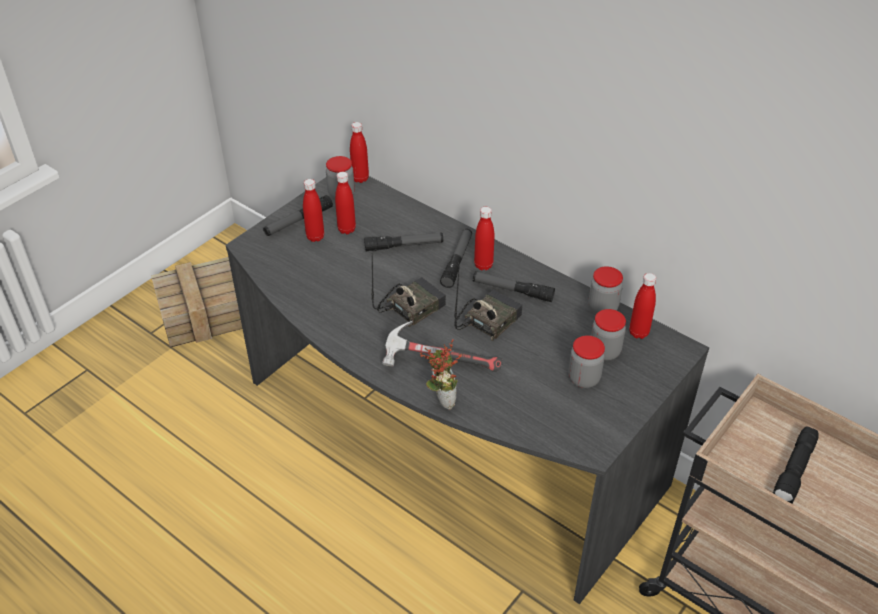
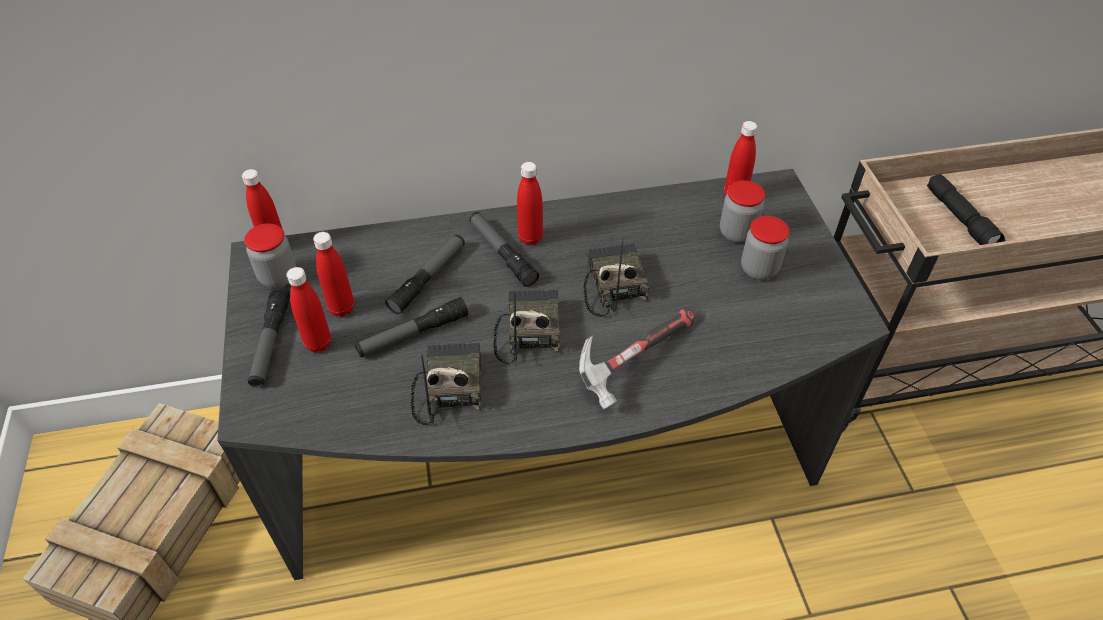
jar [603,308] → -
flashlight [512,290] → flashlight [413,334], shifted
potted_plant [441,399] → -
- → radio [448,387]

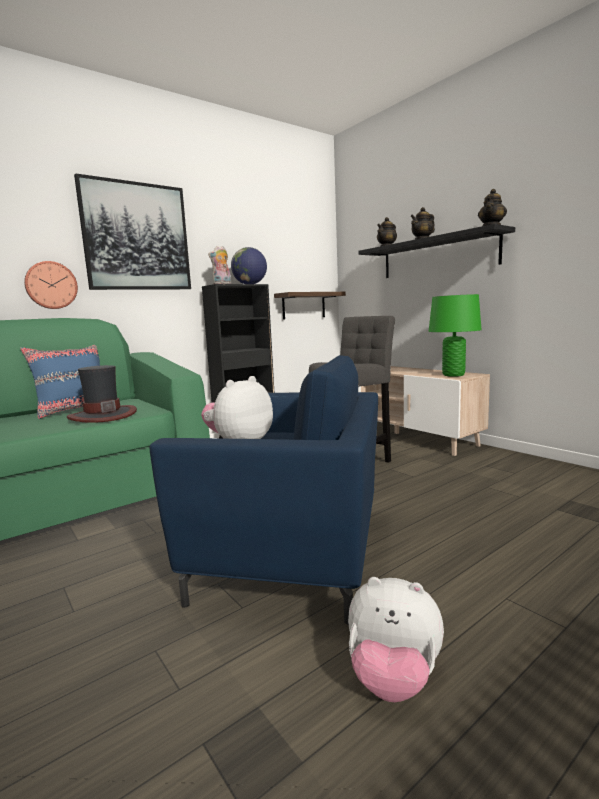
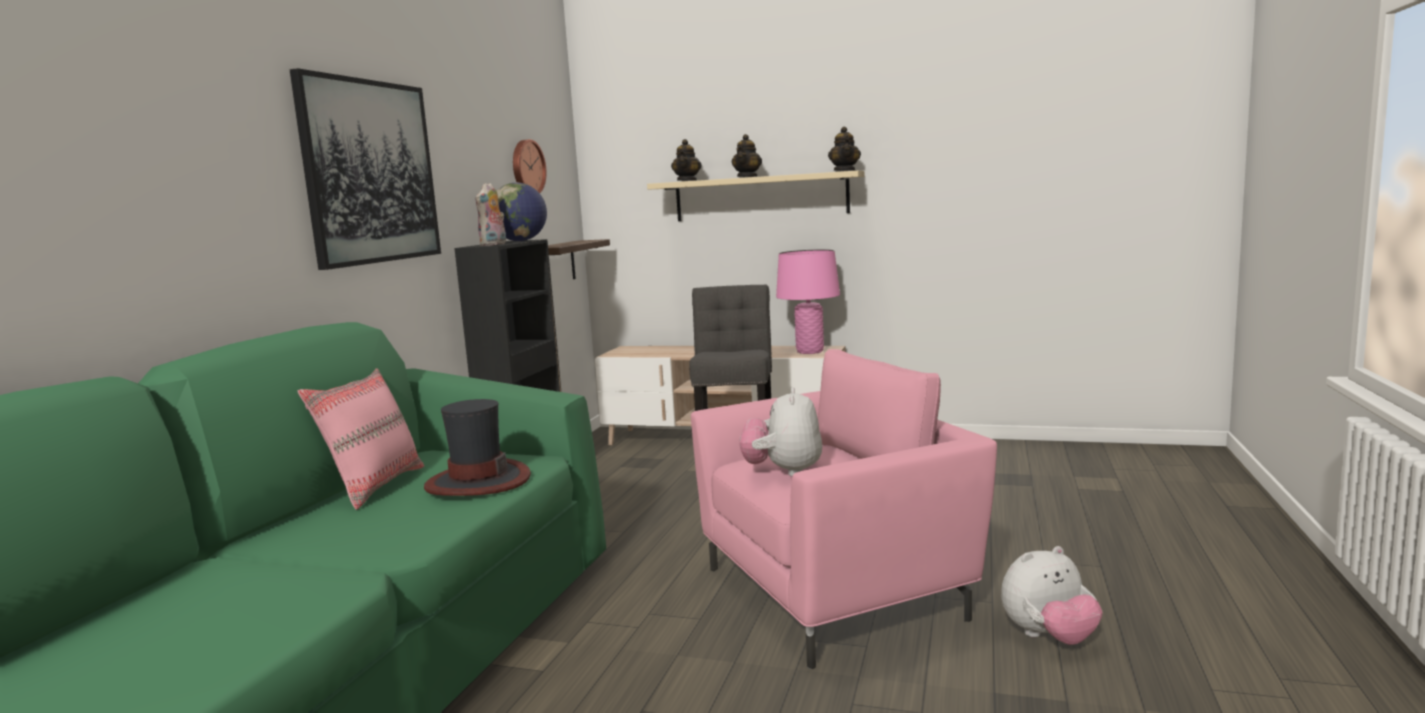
black_shelf [437,256] → beige_shelf [760,197]
wall_clock [51,285] → wall_clock [527,167], shifted
green_table_lamp [453,375] → pink_table_lamp [810,351]
blue_pillow [74,410] → pink_pillow [374,486]
blue_armchair [294,556] → pink_armchair [836,592]

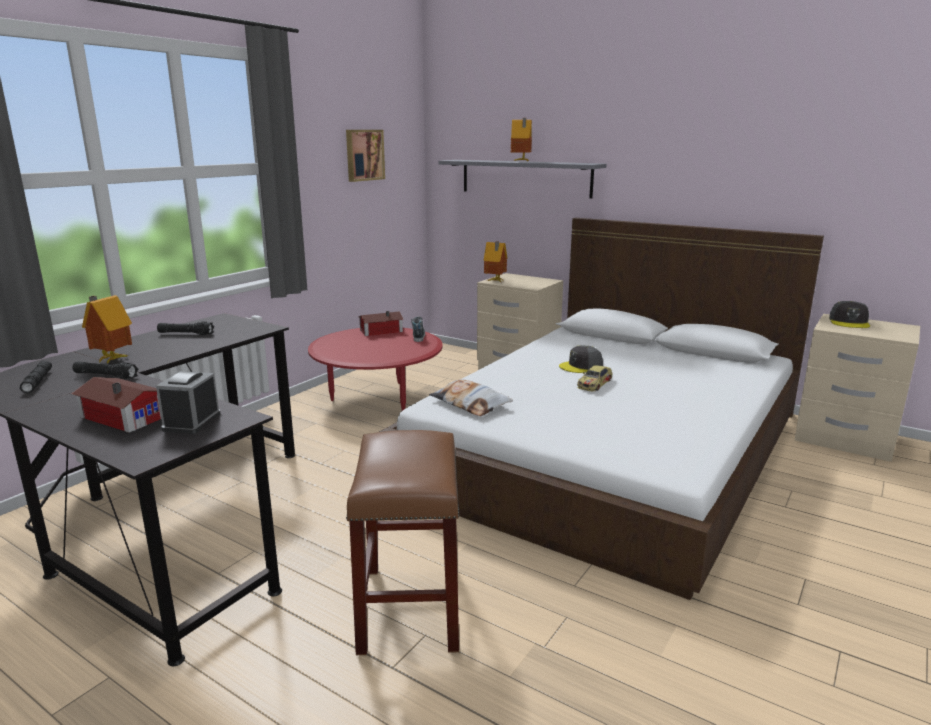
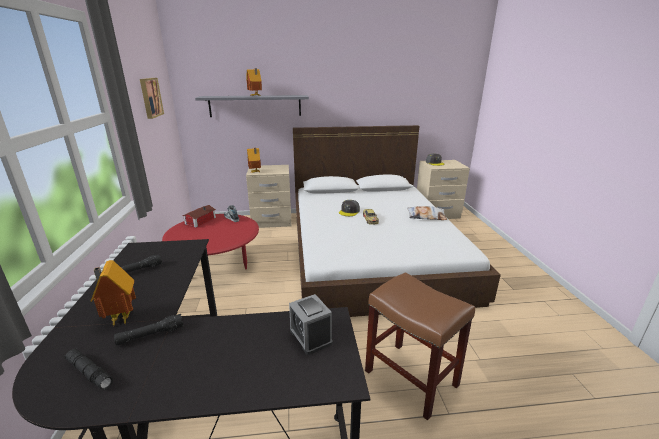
toy_house [124,416] → -
pillow [470,403] → pillow [426,216], shifted

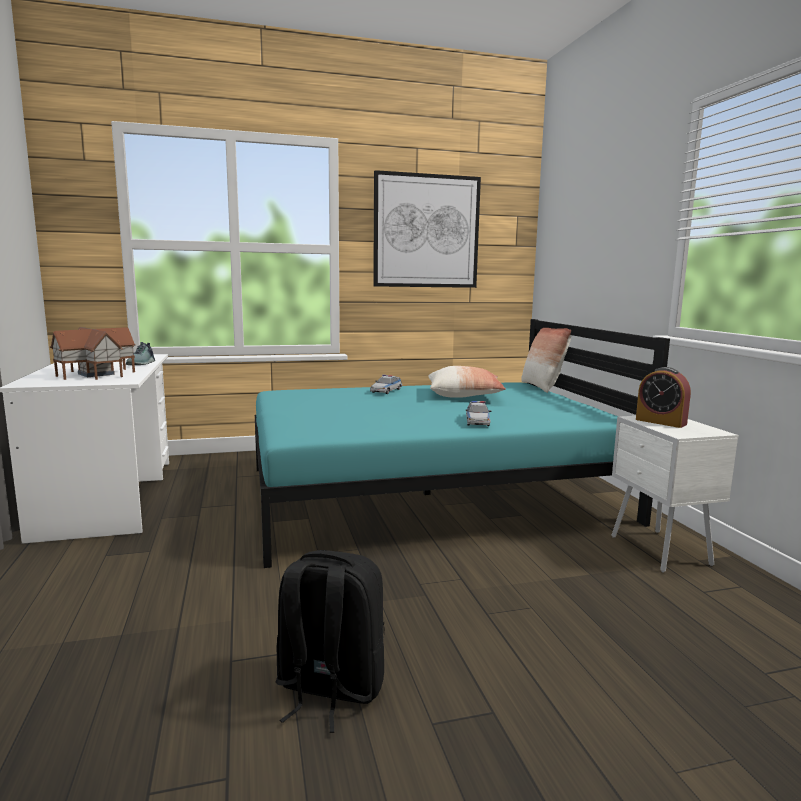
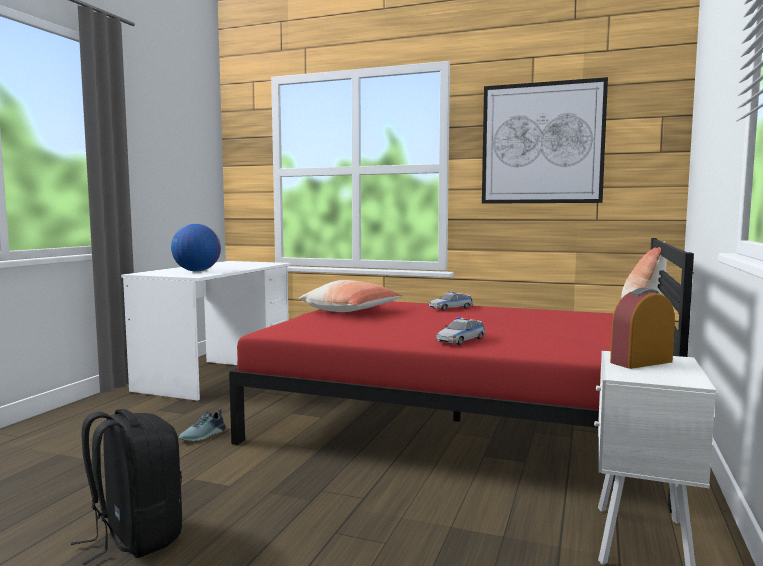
turquoise_bed [429,494] → red_bed [460,421]
toy_house [95,374] → globe [196,271]
shoe [142,363] → shoe [204,436], shifted
pillow [464,396] → pillow [351,311], shifted
alarm_clock [660,422] → alarm_clock [641,362], 75 degrees clockwise

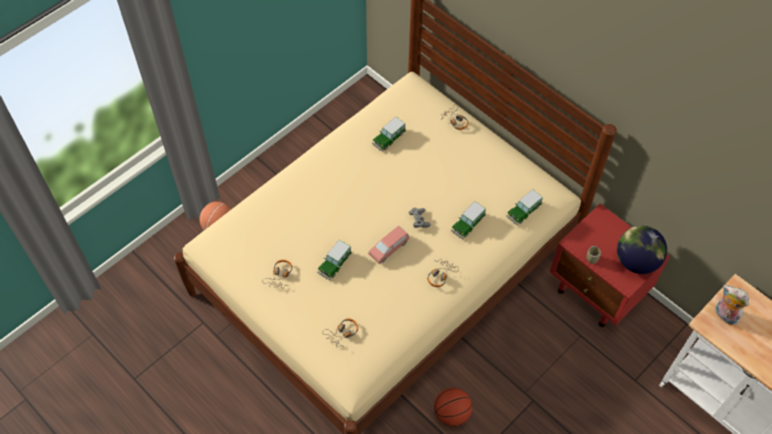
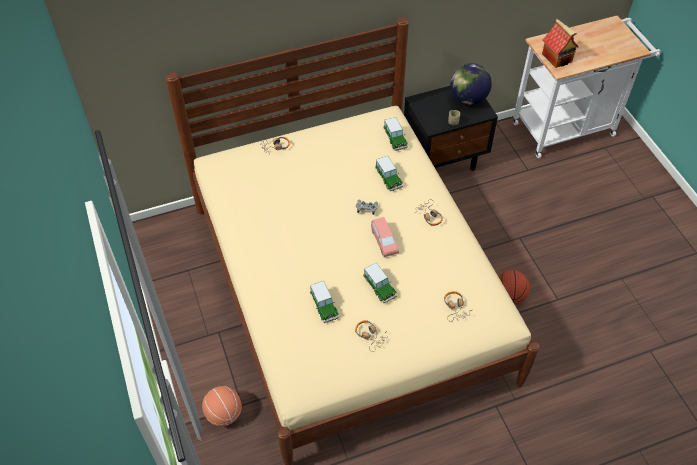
toy_car [388,138] → toy_car [324,306], shifted
red_nightstand [597,292] → black_nightstand [444,159]
plush_toy [724,315] → toy_house [557,58]

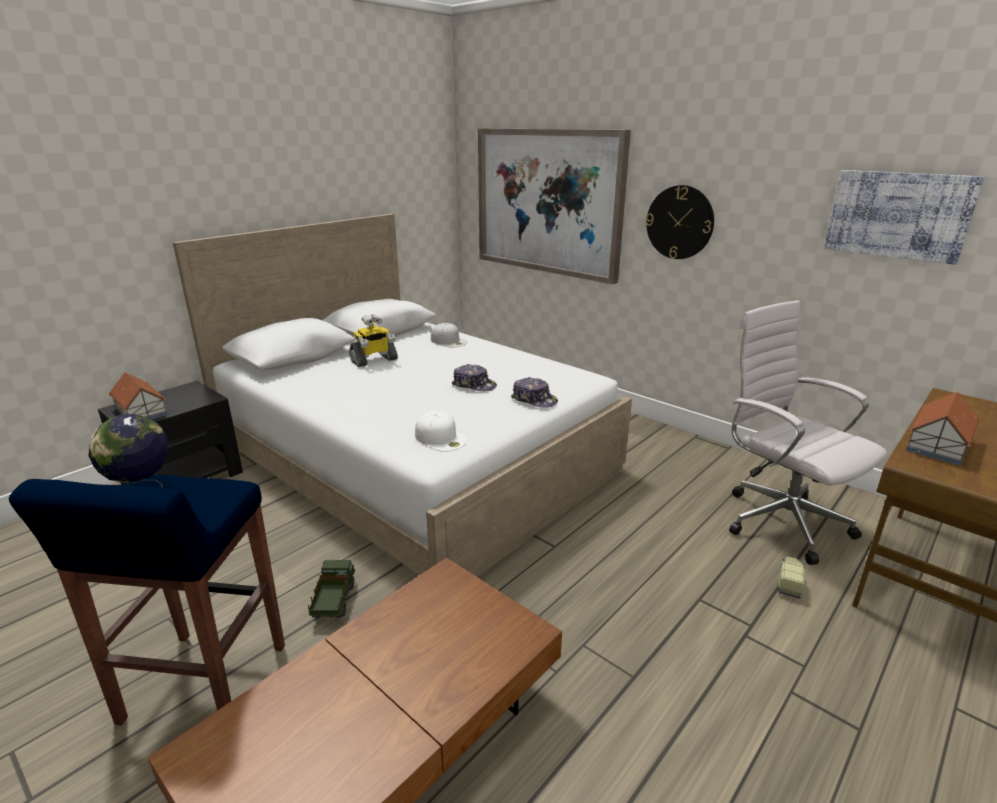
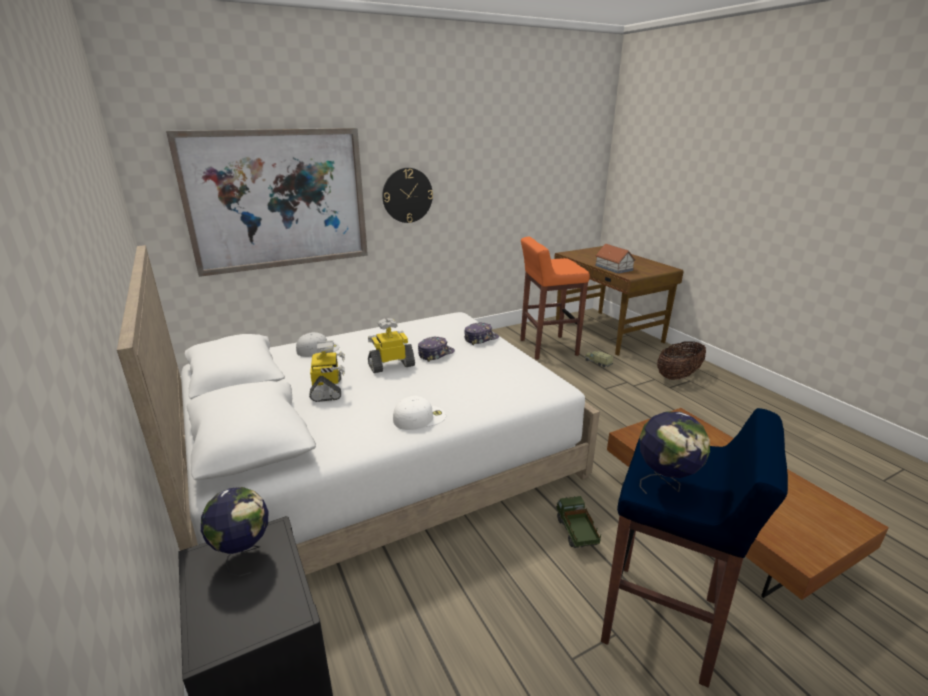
picture [898,215] → -
white_office_chair [780,520] → orange_stool [547,347]
toy_house [141,411] → -
white_cap [441,438] → white_cap [419,417], shifted
toy_truck [334,602] → toy_truck [575,533], 60 degrees clockwise
- → toy_robot [391,365]
- → basket [678,376]
- → globe [244,555]

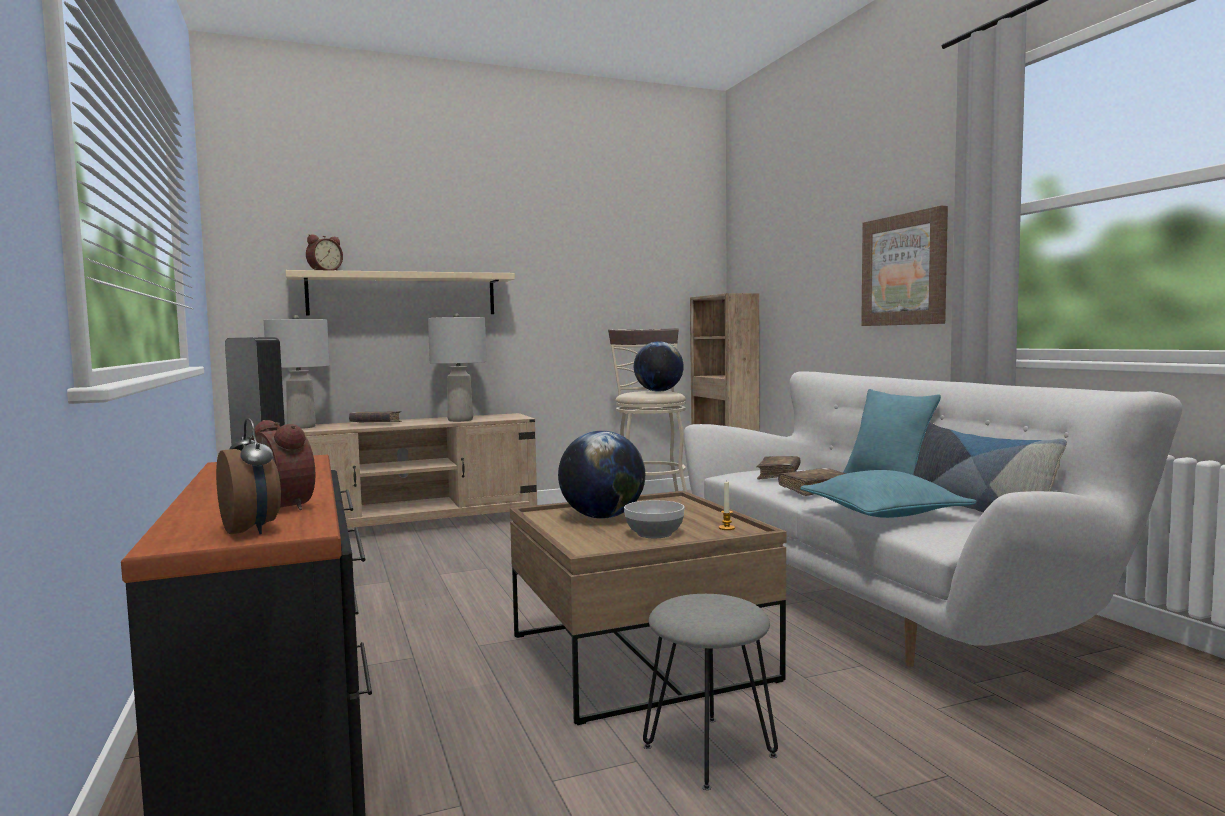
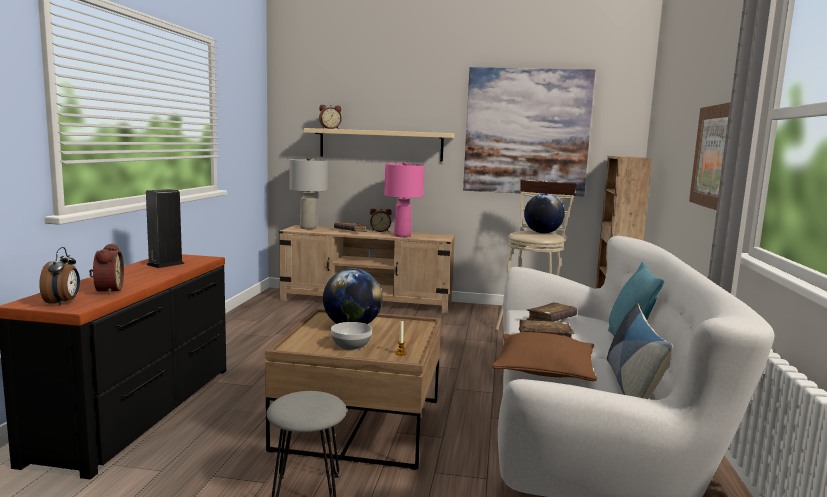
grey_table_lamp [460,420] → pink_table_lamp [402,236]
turquoise_pillow [883,513] → brown_pillow [544,370]
- → picture [526,132]
- → alarm_clock [380,231]

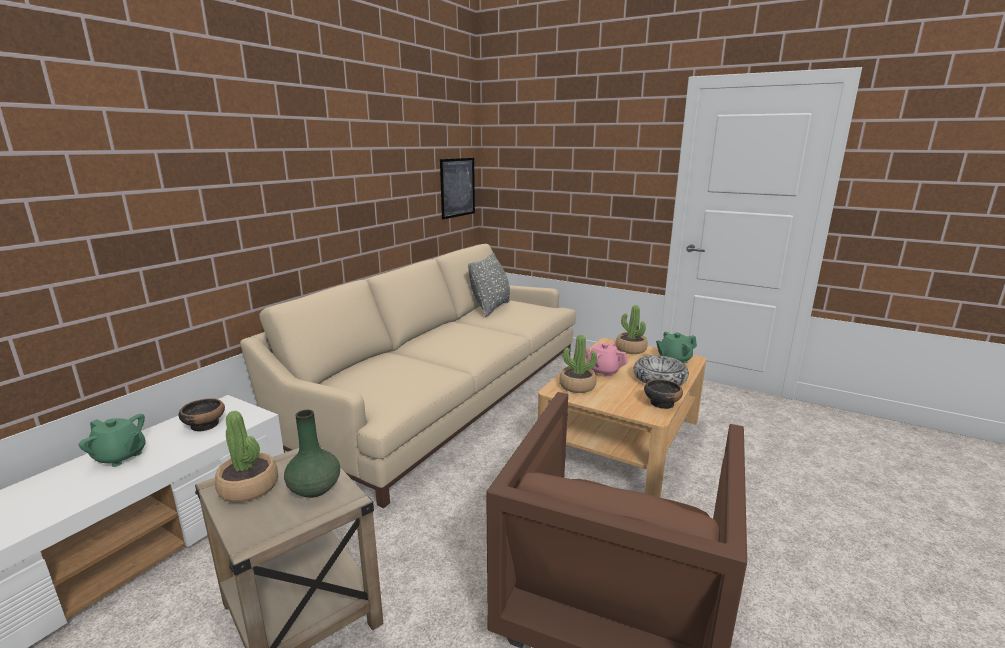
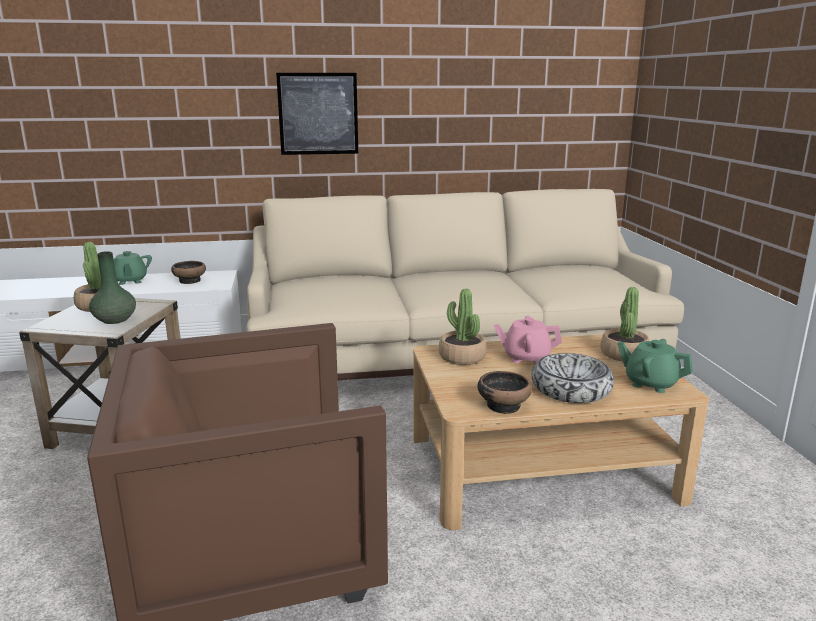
picture [457,187] → picture [318,114], shifted
grey_pillow [491,308] → -
pink_teapot [603,371] → pink_teapot [526,358], 75 degrees counterclockwise

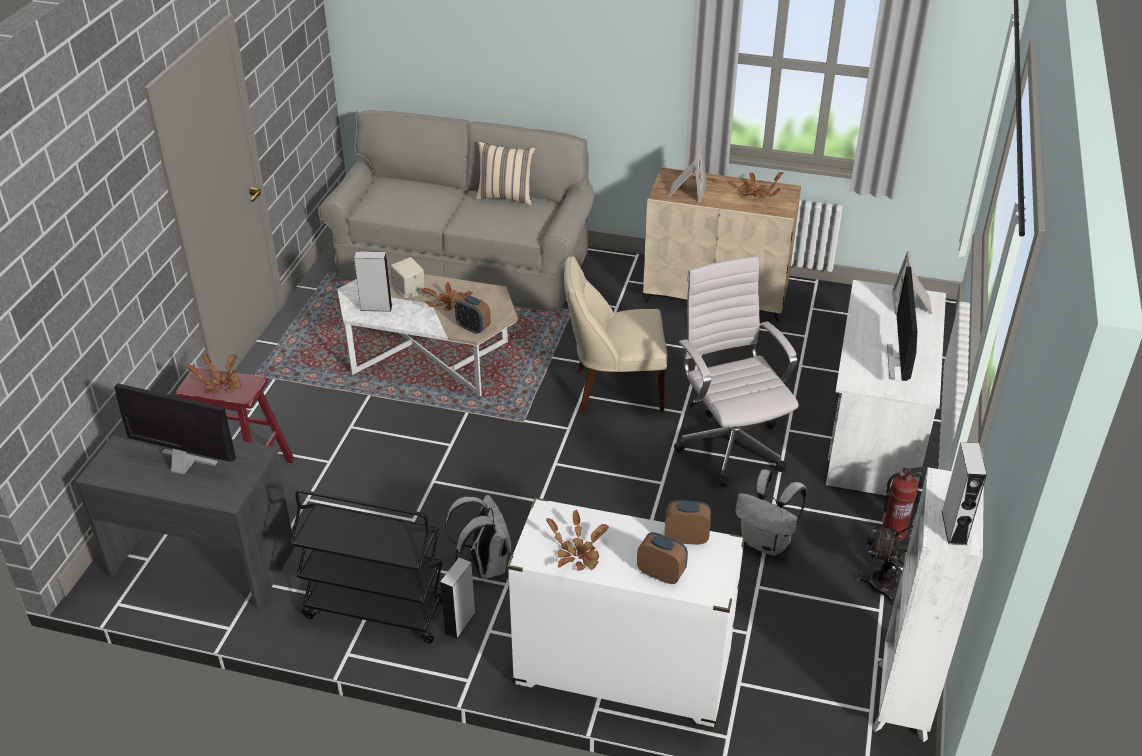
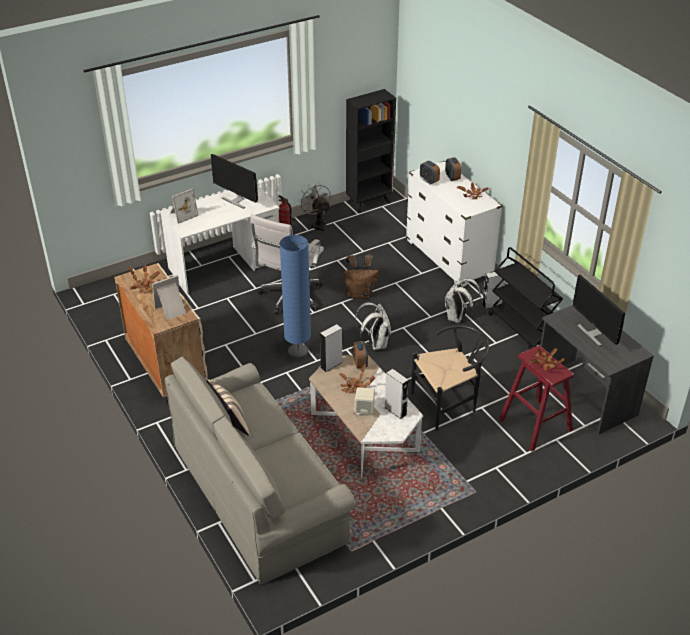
beige_chair [614,390] → blue_floor_lamp [298,352]
monitor [900,362] → monitor [236,200], 75 degrees clockwise
grey_speaker [954,527] → grey_speaker [331,365], shifted
white_bookcase [901,702] → black_bookcase [369,202]
white_backpack [767,542] → white_backpack [375,343], shifted
- → brown_backpack [360,294]
- → black_chair [449,403]

